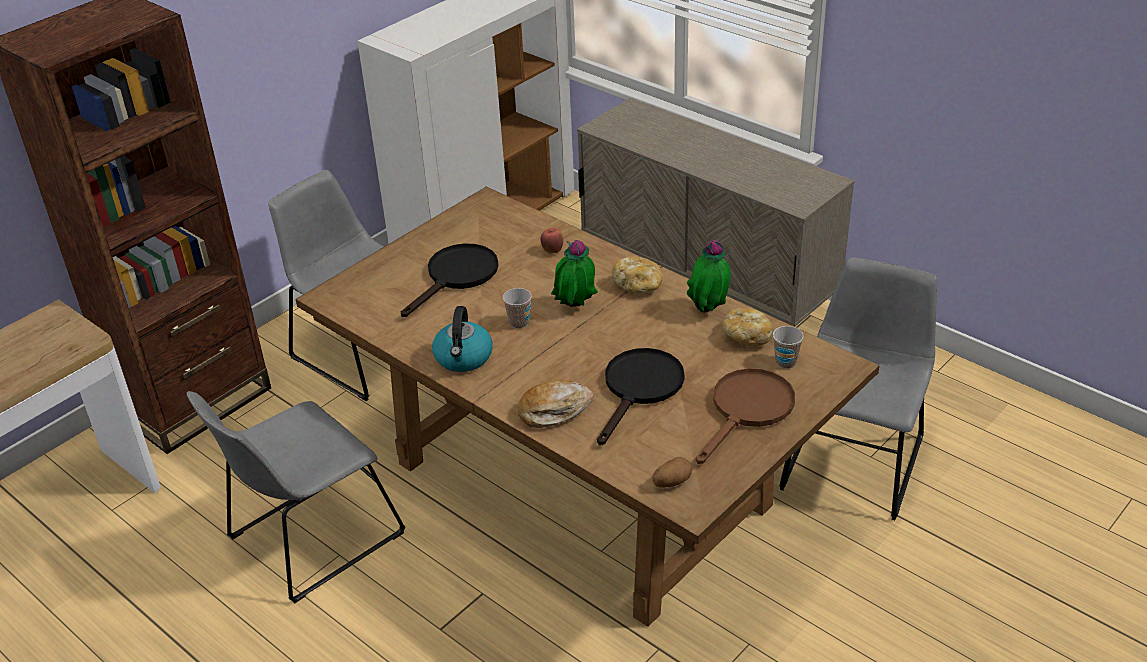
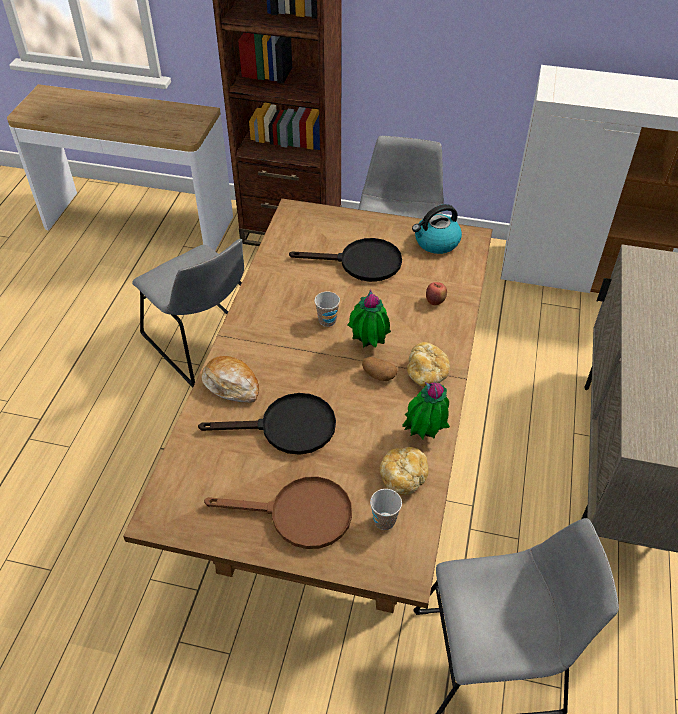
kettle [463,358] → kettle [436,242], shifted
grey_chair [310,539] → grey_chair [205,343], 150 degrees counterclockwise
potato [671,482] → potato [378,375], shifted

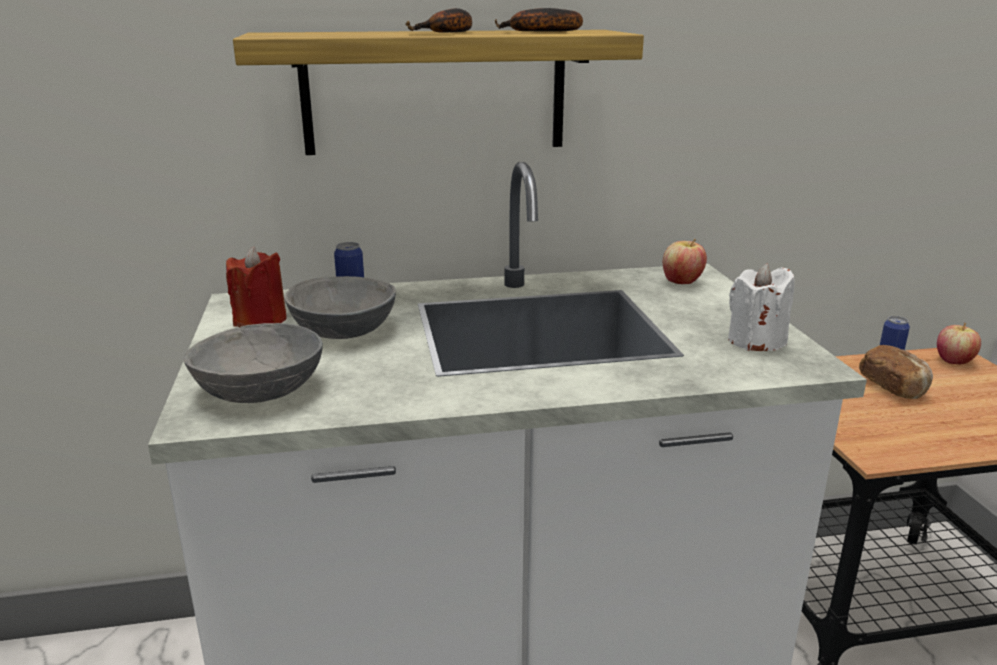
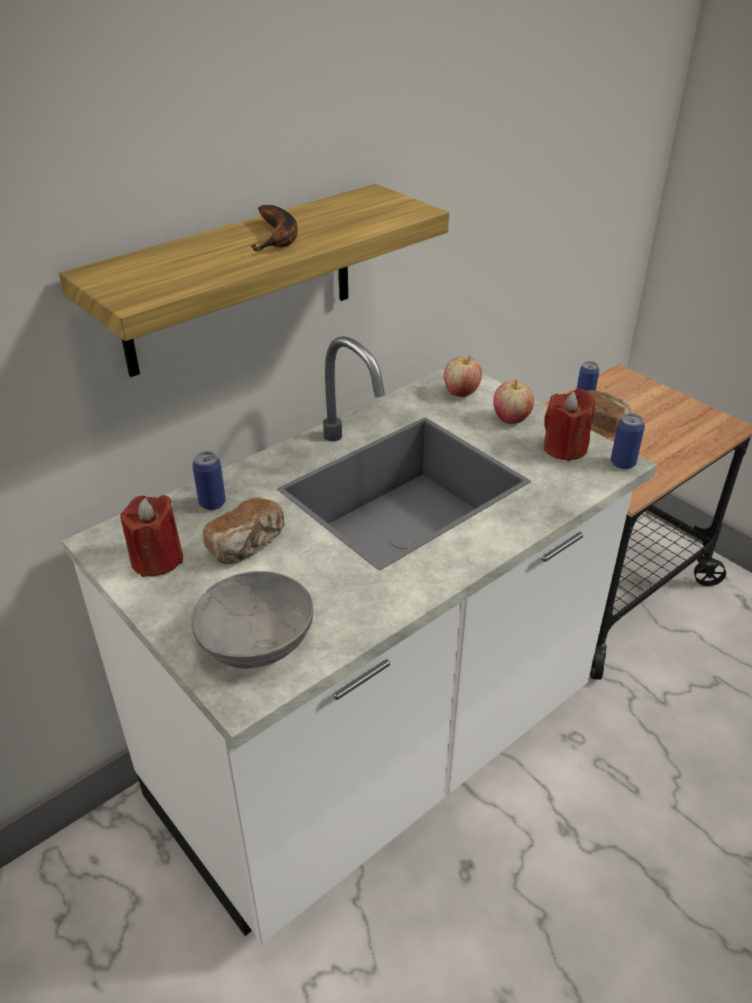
banana [543,31] → -
white_candle [756,341] → red_candle [565,448]
grey_bowl [342,331] → bread [248,546]
apple [954,361] → apple [511,419], shifted
- → can [622,463]

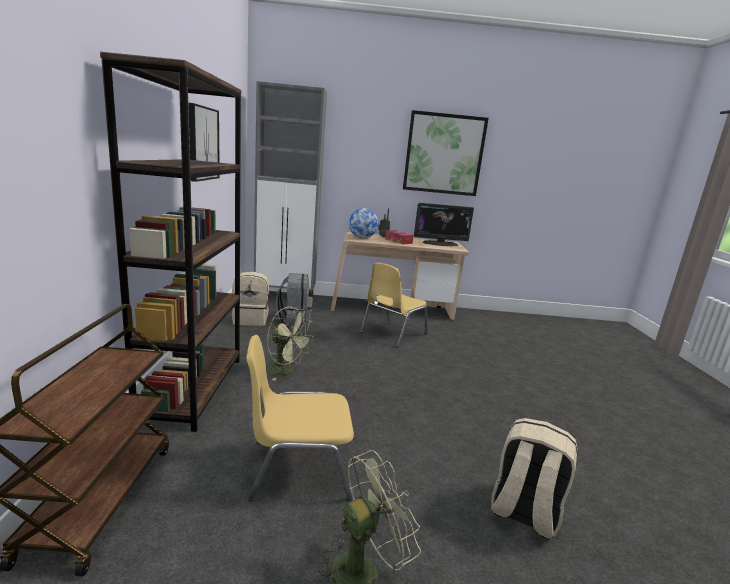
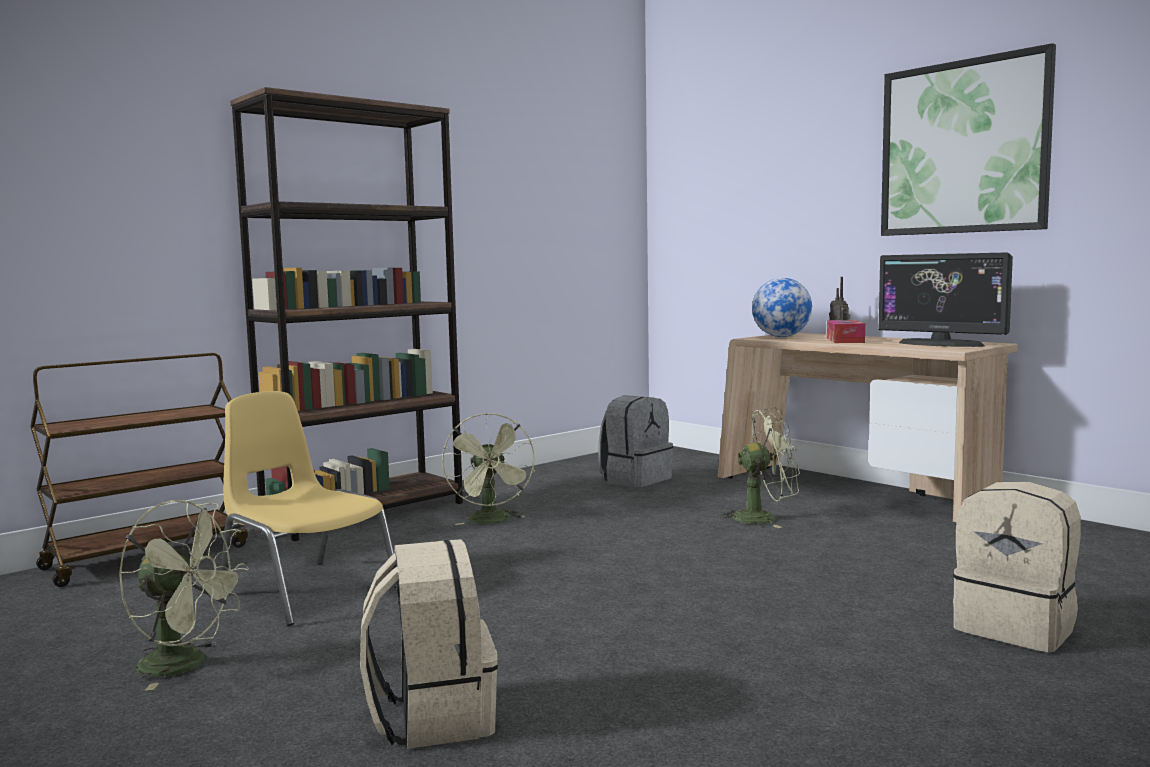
grey_cabinet [285,297] → -
picture [202,143] → -
yellow_chair [392,333] → green_fan [763,518]
beige_backpack [251,320] → beige_backpack [1016,628], shifted

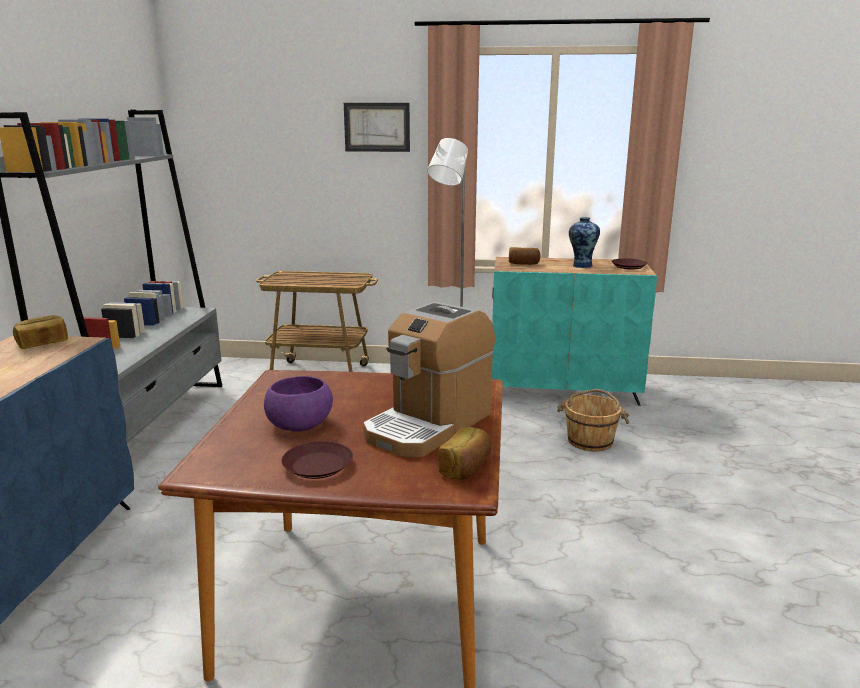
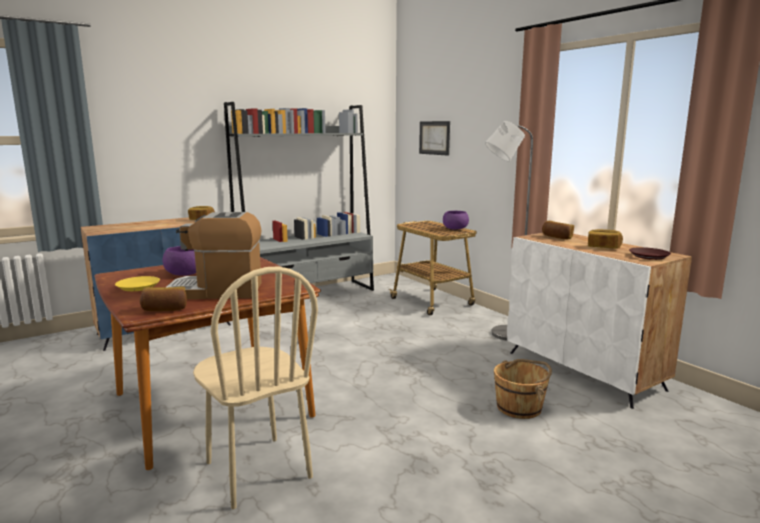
picture [377,127] → picture [434,138], shifted
vase [581,265] → bread [603,247]
turquoise_cabinet [564,390] → white_cabinet [584,370]
brown_plate [317,466] → yellow_plate [138,287]
- → purple_bowl [455,228]
- → beige_chair [257,470]

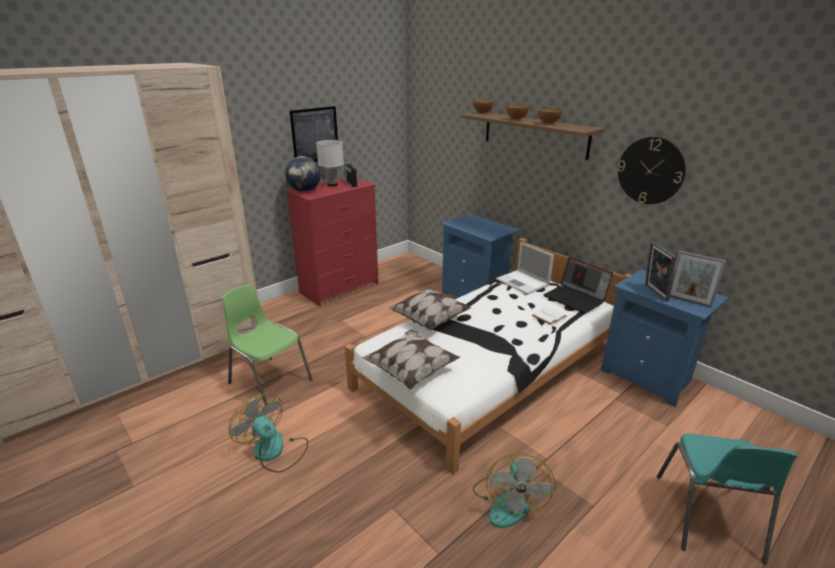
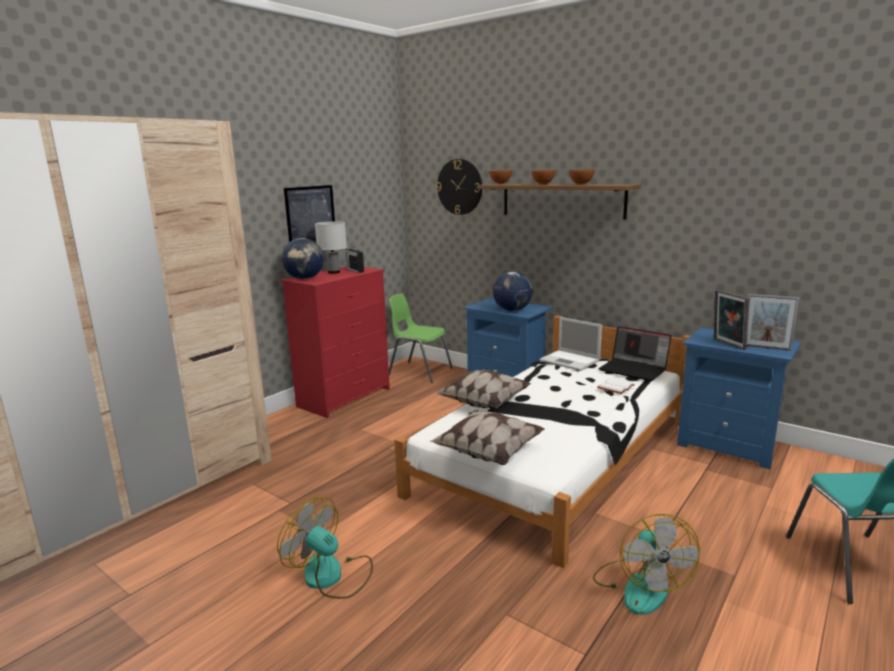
wall_clock [650,170] → wall_clock [459,187], shifted
green_chair [269,381] → green_chair [419,371], shifted
- → globe [512,310]

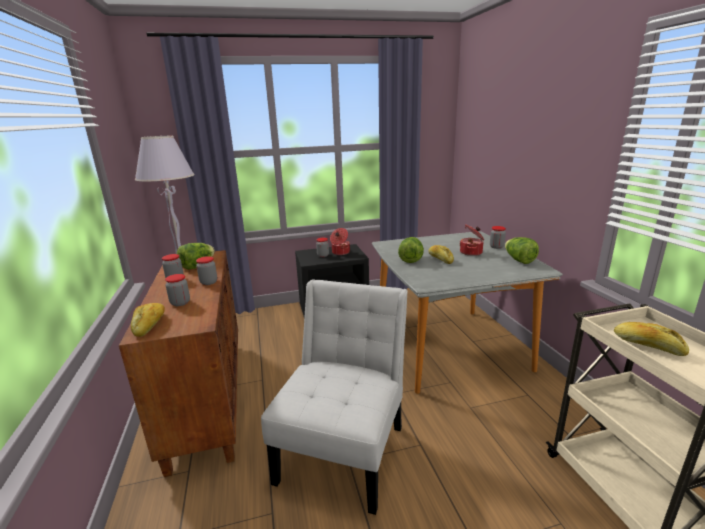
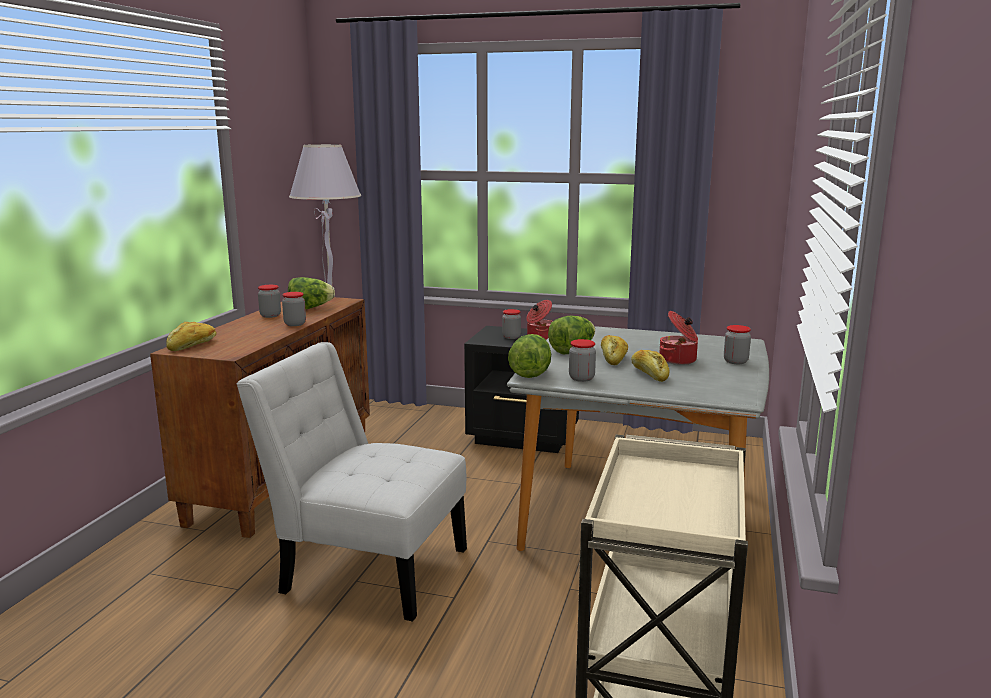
lettuce [519,260] → lettuce [530,372], shifted
jar [180,303] → jar [581,378], shifted
white_chair [344,447] → white_chair [366,568], 120 degrees counterclockwise
bread [647,346] → bread [649,374], shifted

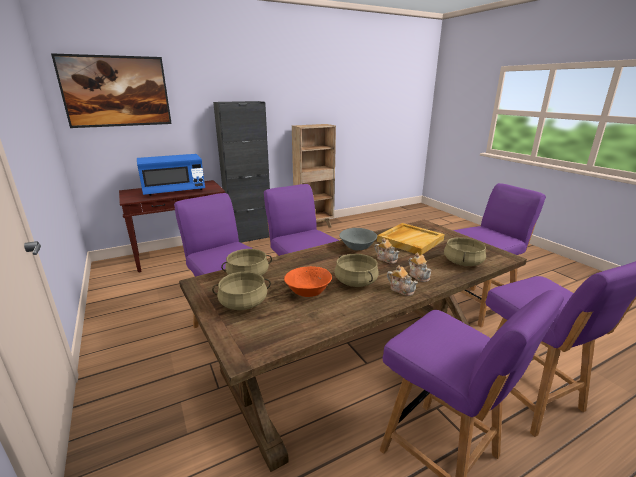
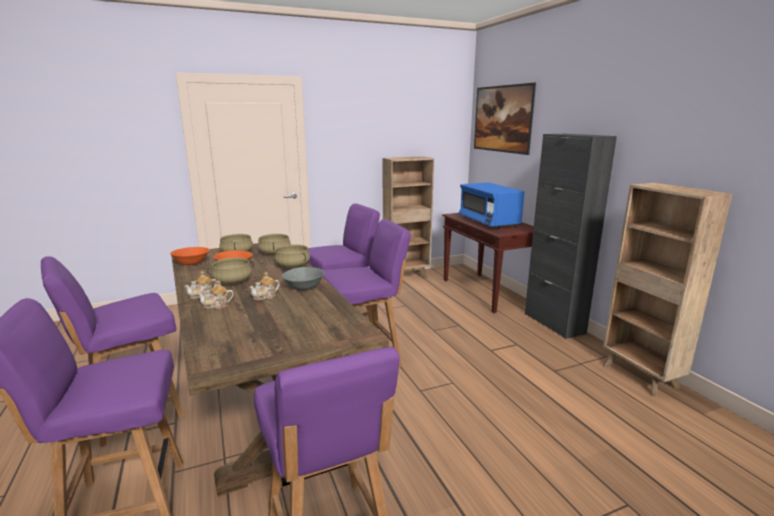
beige_tray [410,240] → -
beige_cooking_pot [463,262] → beige_cooking_pot [292,266], shifted
- → brown_bookcase [407,276]
- → orange_bowl [191,263]

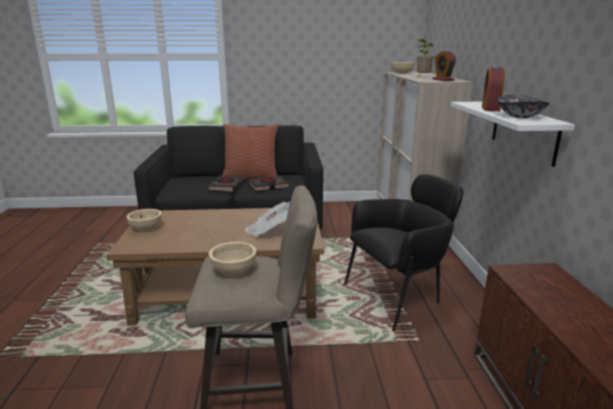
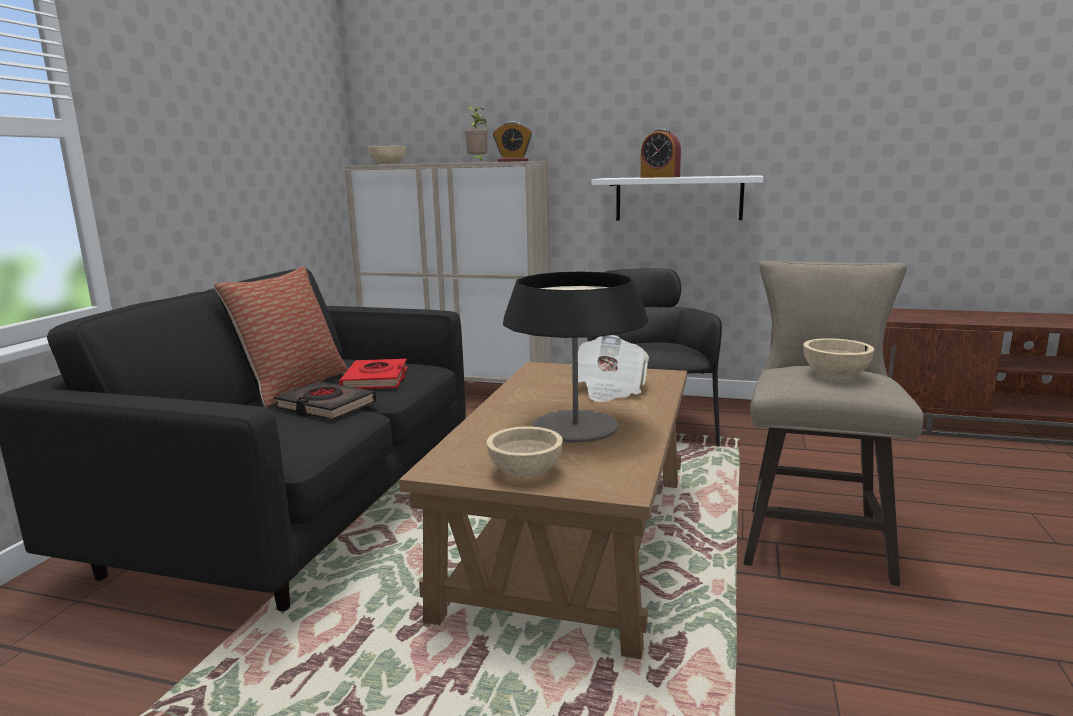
bowl [519,116] → -
black_book [268,186] → red_book [376,380]
- → table_lamp [575,426]

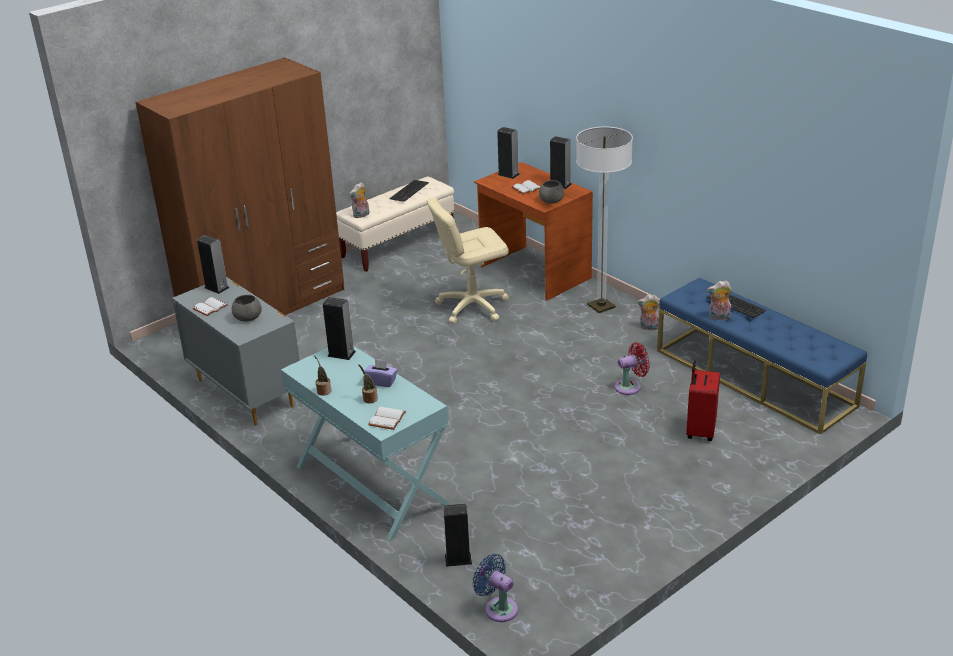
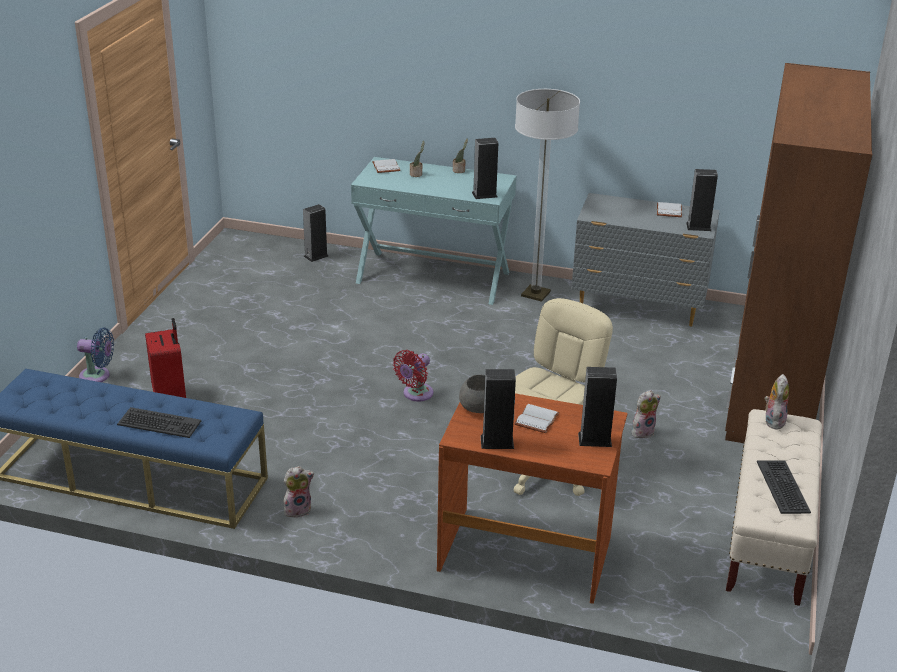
floor_lamp [601,306] → floor_lamp [535,294], shifted
plush_toy [719,317] → plush_toy [642,431], shifted
grey_bowl [248,317] → -
red_fan [630,386] → red_fan [415,394], shifted
purple_tissue_box [381,382] → -
blue_fan [498,608] → blue_fan [98,376], shifted

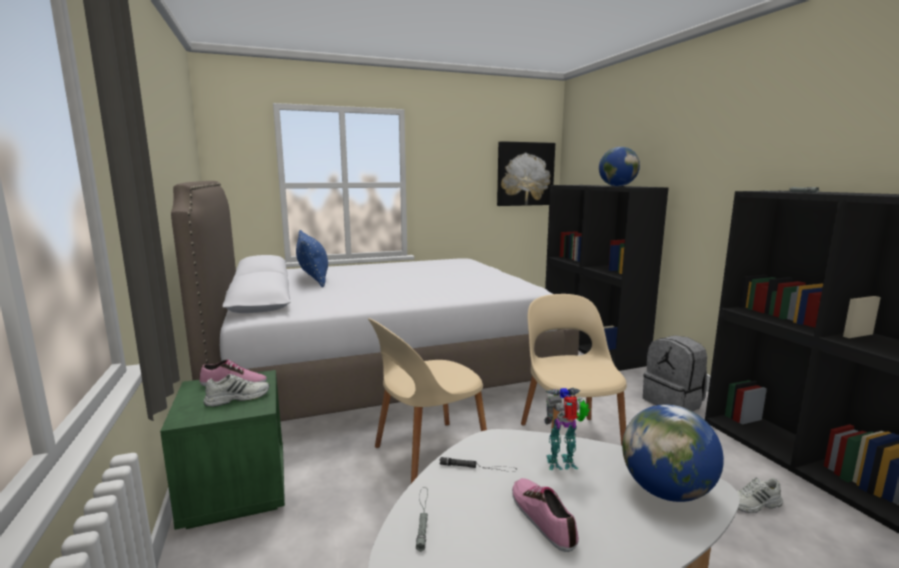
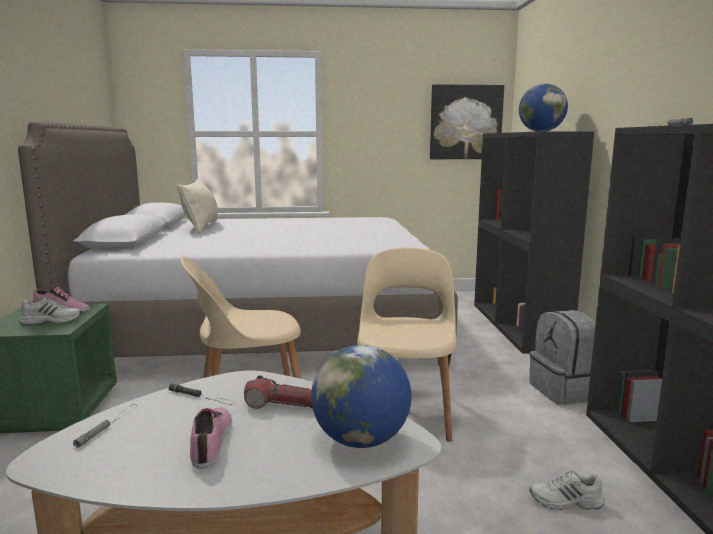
blue_pillow [313,278] → beige_pillow [201,227]
toy_robot [563,464] → flashlight [285,405]

